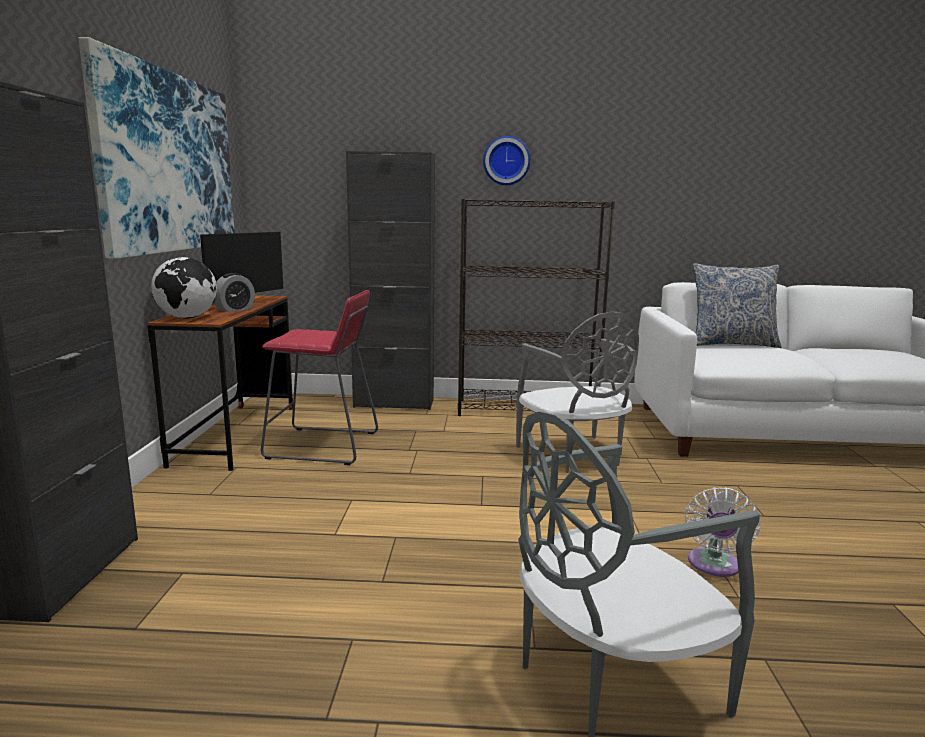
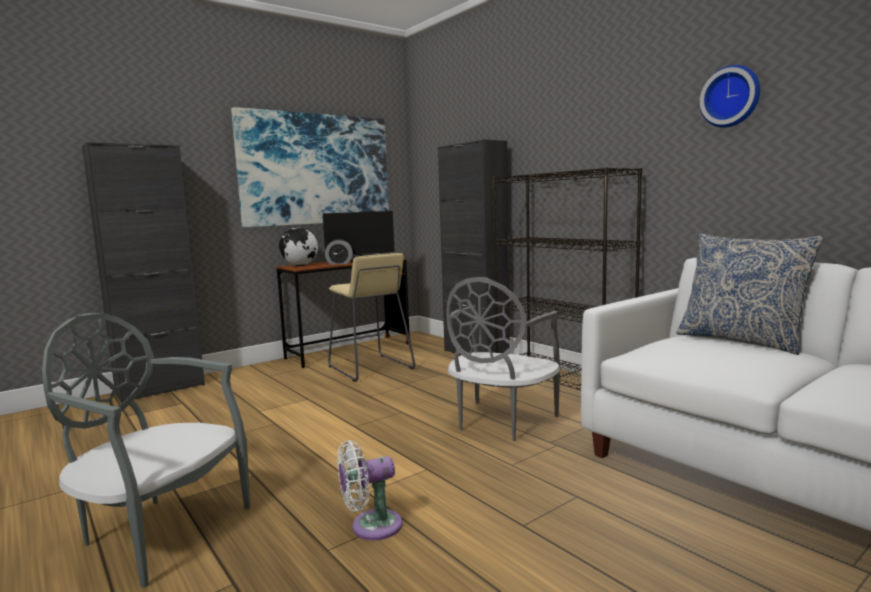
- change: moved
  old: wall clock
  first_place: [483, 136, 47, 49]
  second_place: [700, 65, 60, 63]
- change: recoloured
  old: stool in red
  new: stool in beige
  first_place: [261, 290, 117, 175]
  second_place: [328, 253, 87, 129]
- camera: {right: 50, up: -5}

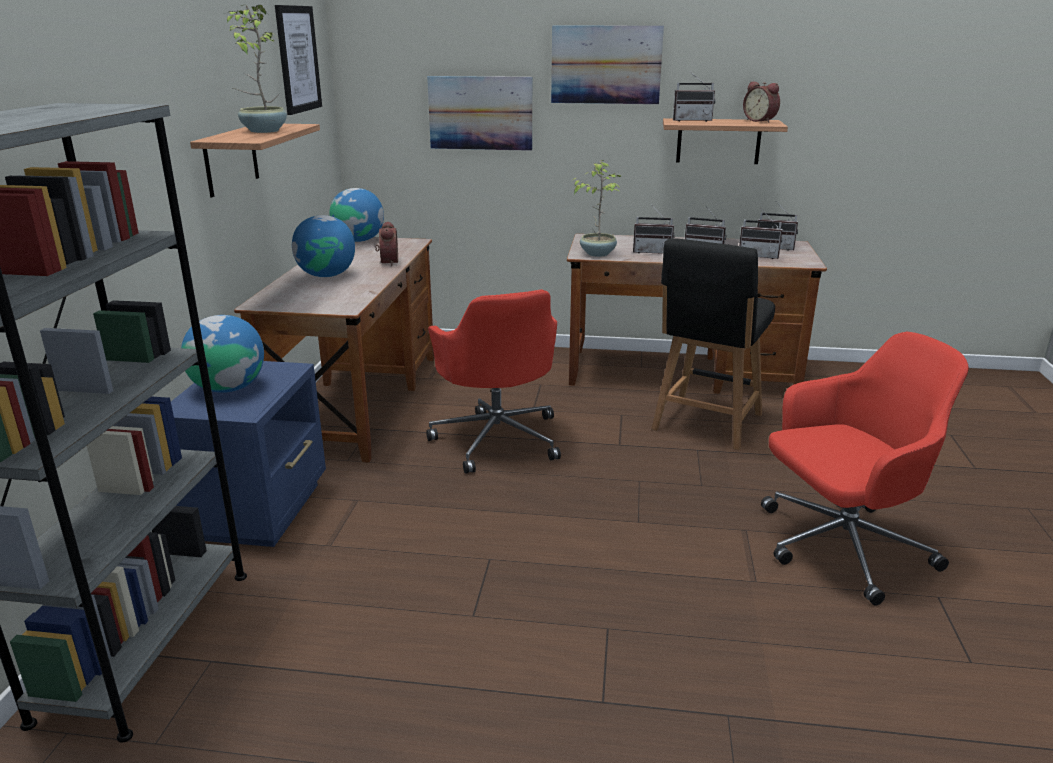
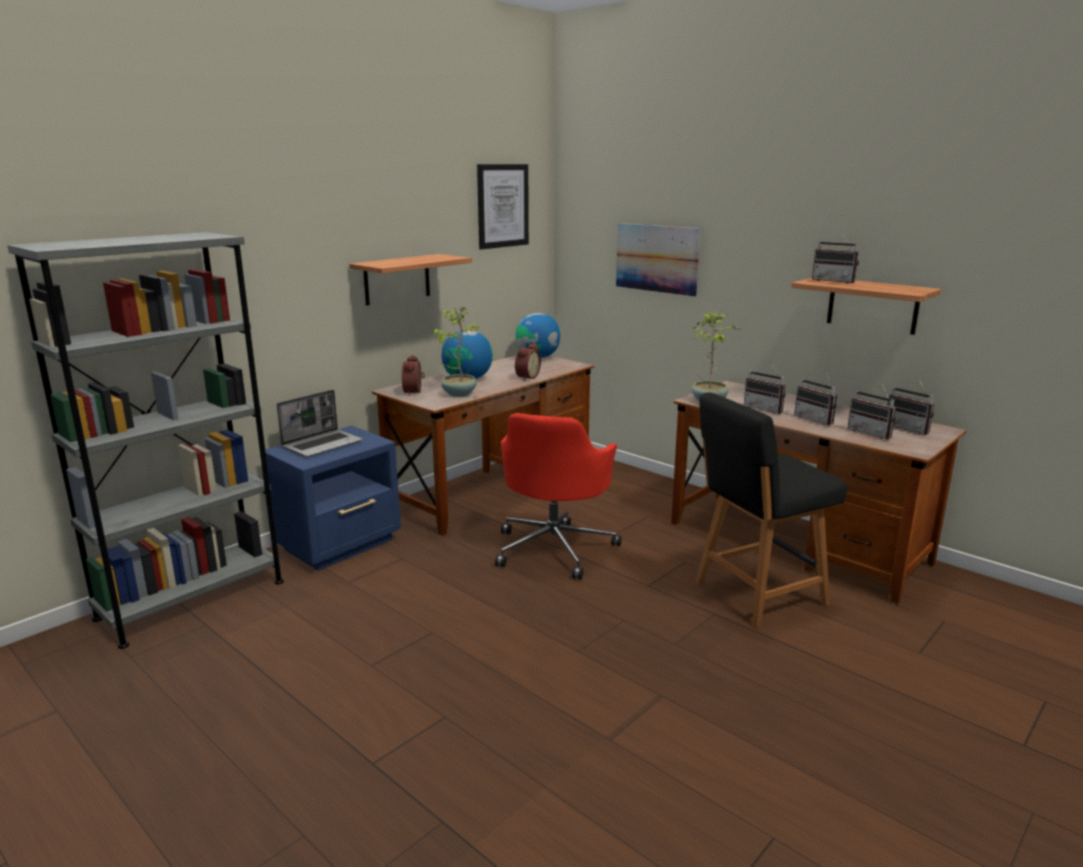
- change: moved
  old: potted plant
  first_place: [224, 5, 63, 128]
  second_place: [433, 306, 47, 91]
- change: removed
  old: picture
  first_place: [551, 26, 113, 78]
- change: moved
  old: alarm clock
  first_place: [743, 82, 37, 41]
  second_place: [402, 355, 23, 41]
- change: replaced
  old: globe
  new: laptop
  first_place: [181, 315, 83, 78]
  second_place: [277, 390, 86, 67]
- change: removed
  old: office chair in red
  first_place: [761, 332, 208, 274]
- camera: {right: 35, up: -5}

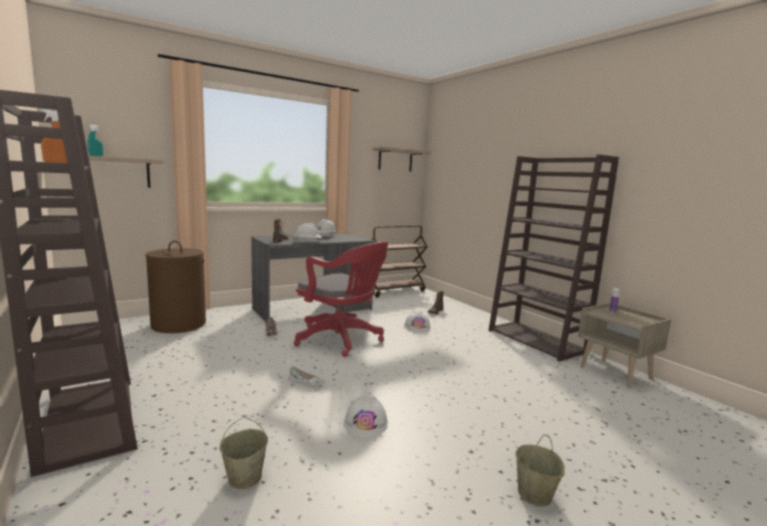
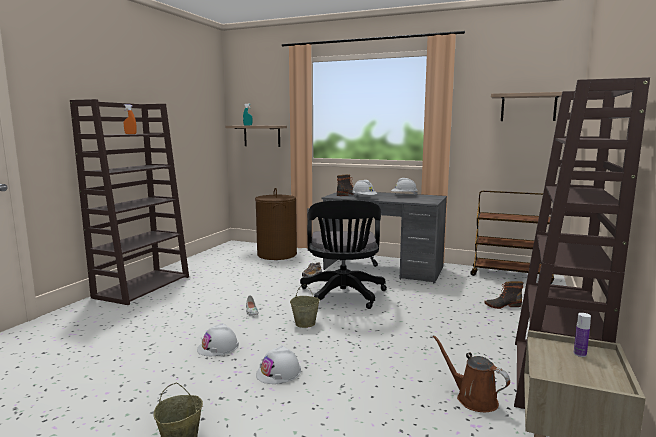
- change: recoloured
  old: office chair in red
  new: office chair in black
  first_place: [294, 242, 94, 115]
  second_place: [300, 199, 87, 110]
- change: moved
  old: hard hat in white
  first_place: [404, 311, 27, 21]
  second_place: [256, 345, 45, 39]
- change: moved
  old: bucket in beige
  first_place: [219, 417, 49, 72]
  second_place: [290, 284, 30, 44]
- change: added
  new: watering can in brown
  second_place: [432, 335, 78, 77]
- camera: {right: 55, up: 0}

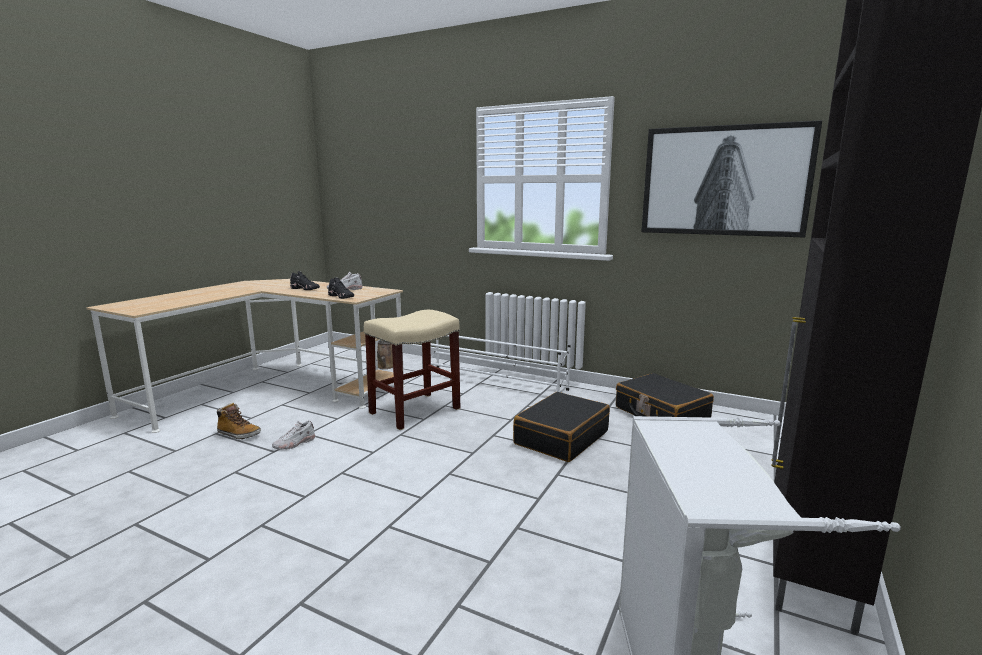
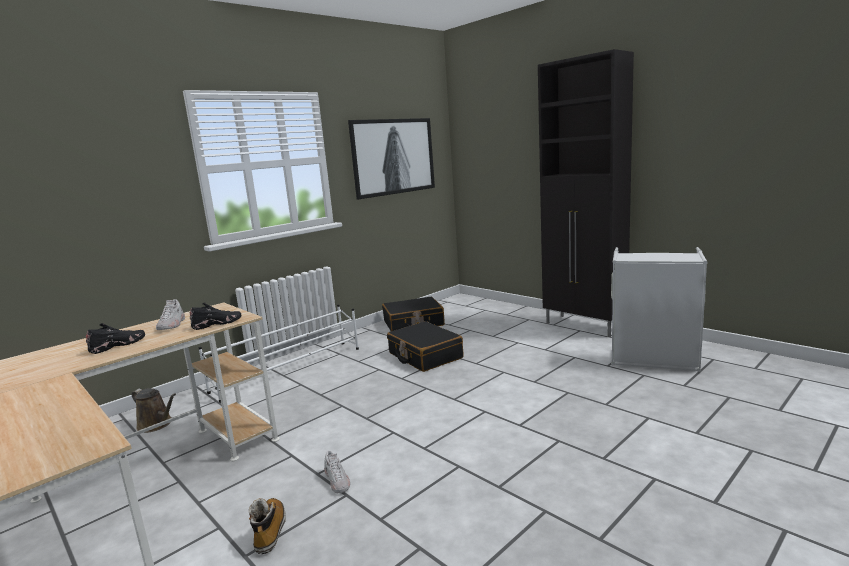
- change: removed
  old: stool in beige
  first_place: [364, 310, 97, 120]
- change: turned
  old: boot
  first_place: [217, 403, 44, 36]
  second_place: [249, 498, 37, 56]
  degrees: -45
- camera: {right: -70, up: 0}

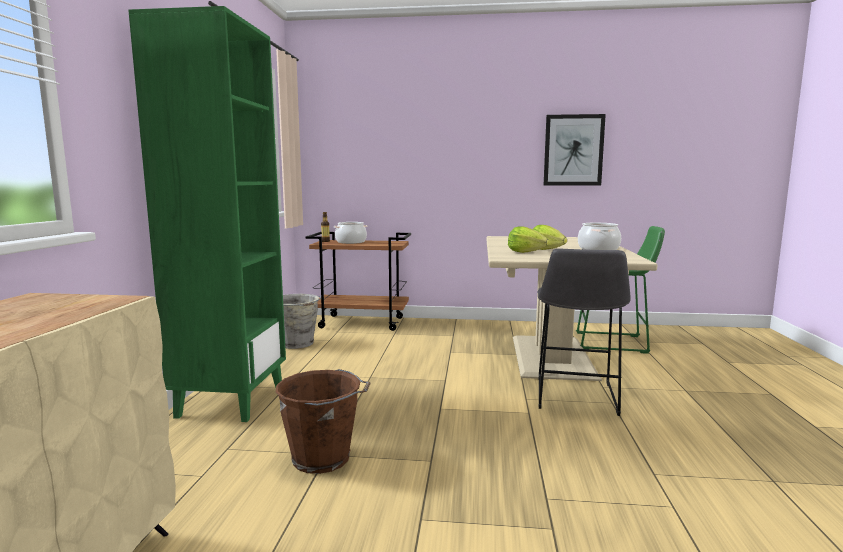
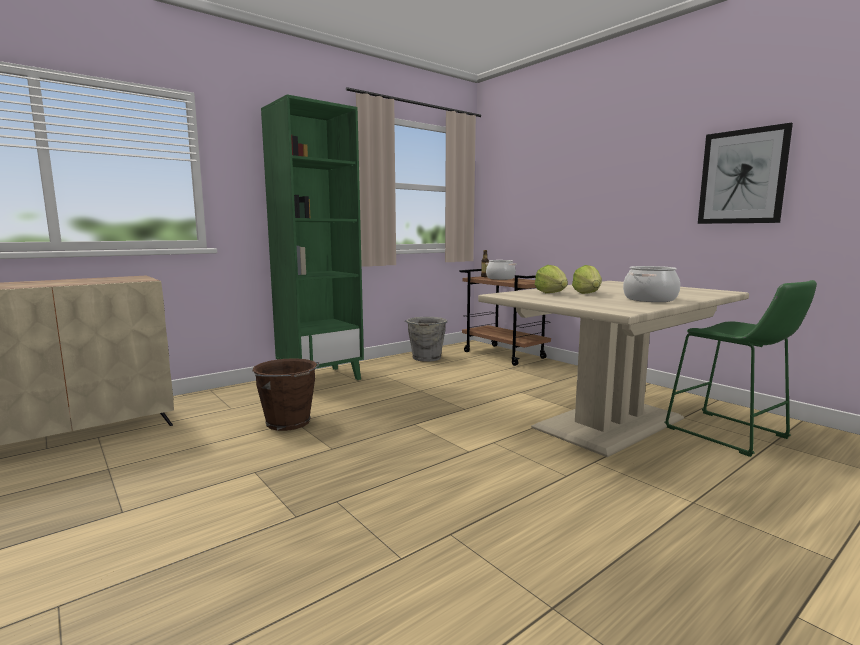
- change: removed
  old: stool in grey
  first_place: [538, 249, 93, 167]
- camera: {right: 45, up: 0}

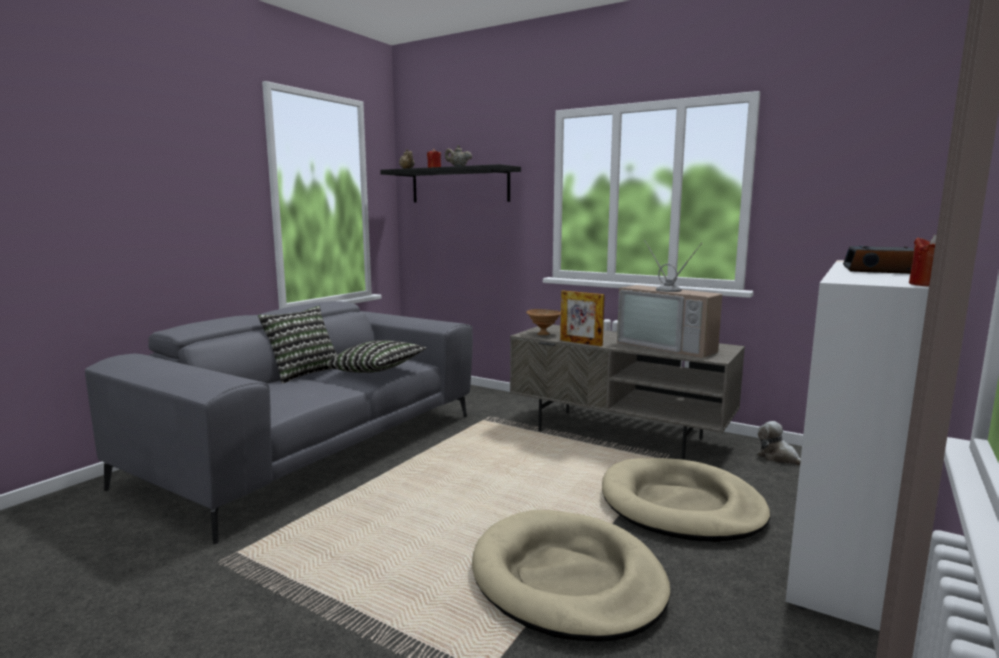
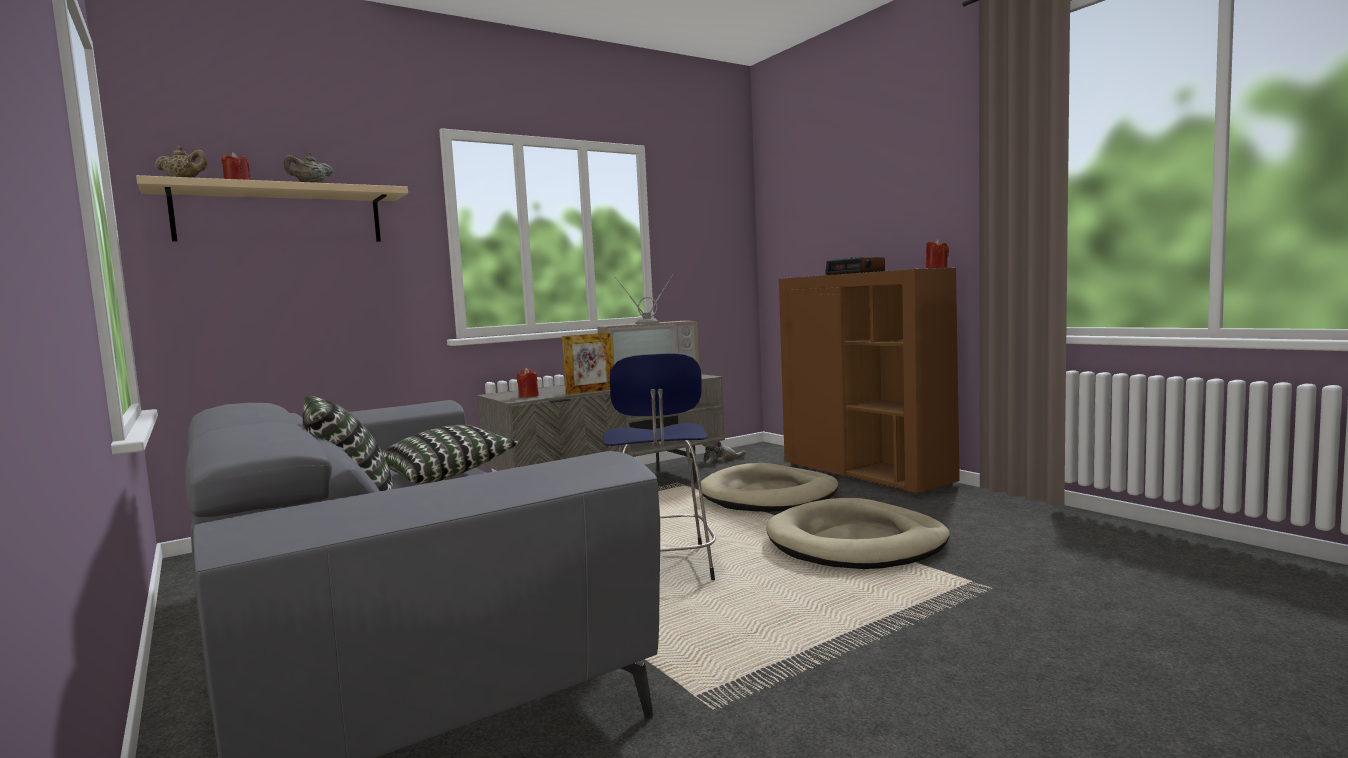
- change: recoloured
  old: shelf in black
  new: shelf in beige
  first_place: [380, 164, 141, 38]
  second_place: [136, 175, 272, 67]
- change: recoloured
  old: cabinet in white
  new: cabinet in brown
  first_place: [786, 260, 143, 371]
  second_place: [779, 268, 181, 228]
- change: replaced
  old: bowl in brown
  new: candle in red
  first_place: [526, 309, 35, 26]
  second_place: [516, 368, 23, 30]
- change: added
  new: stool in blue
  second_place: [604, 353, 112, 227]
- camera: {right: -65, up: -5}

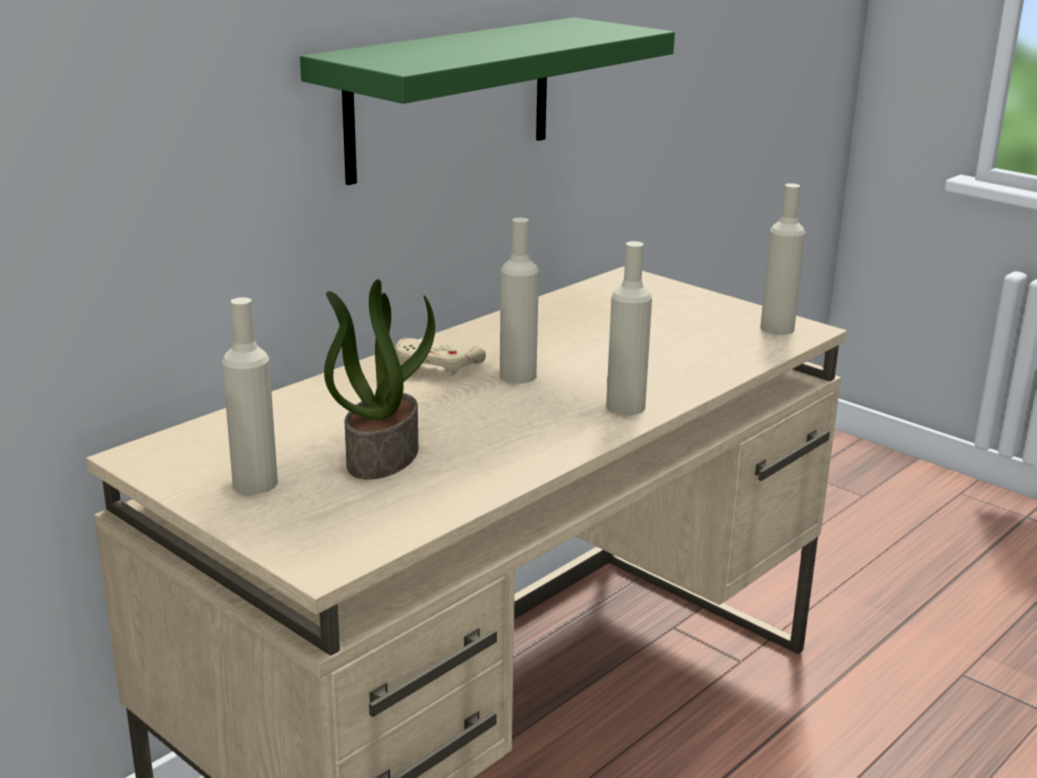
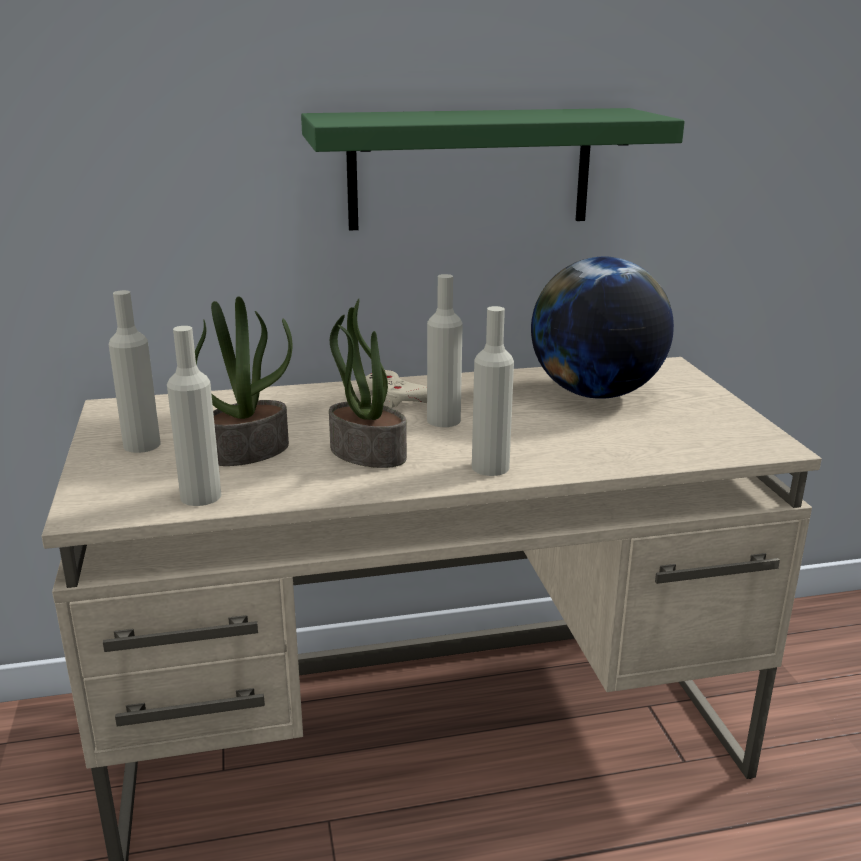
- change: moved
  old: bottle in beige
  first_place: [760, 183, 45, 152]
  second_place: [167, 326, 54, 180]
- change: added
  new: globe
  second_place: [531, 256, 143, 143]
- change: added
  new: potted plant
  second_place: [329, 299, 78, 169]
- camera: {right: 35, up: 0}

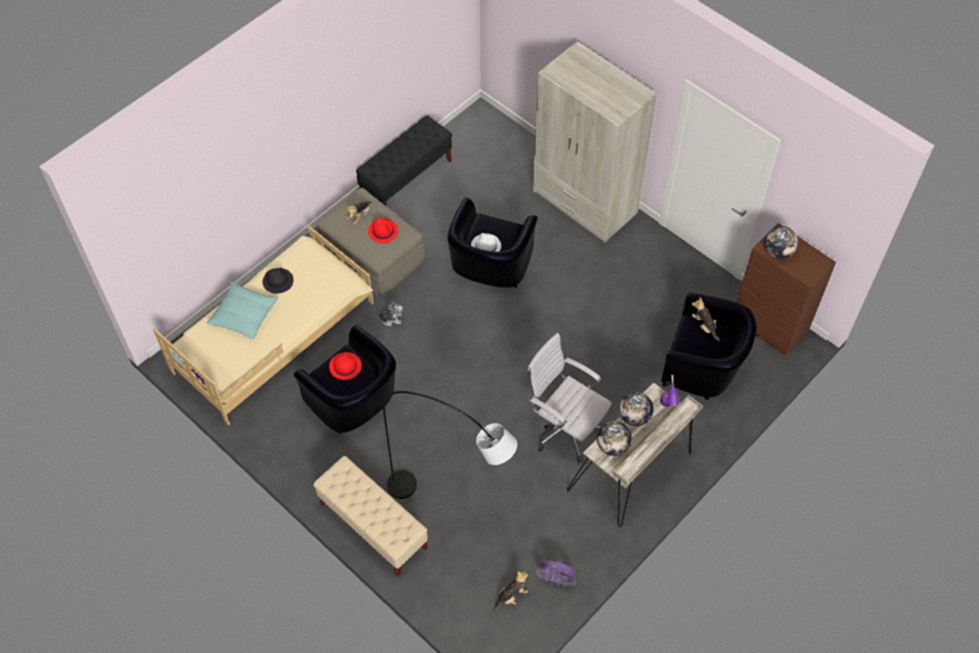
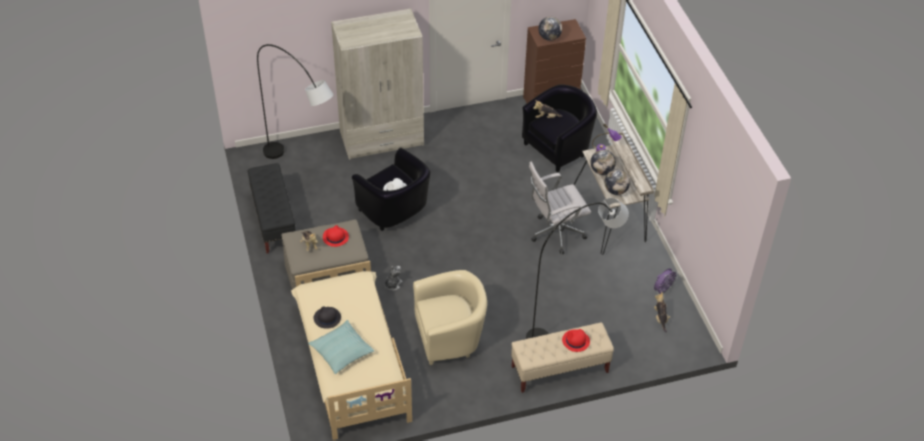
- change: recoloured
  old: armchair in black
  new: armchair in beige
  first_place: [294, 325, 102, 109]
  second_place: [413, 270, 74, 95]
- change: moved
  old: hat in red
  first_place: [329, 352, 33, 28]
  second_place: [562, 329, 28, 23]
- change: added
  new: floor lamp in grey
  second_place: [257, 44, 77, 115]
- camera: {right: -60, up: -10}

